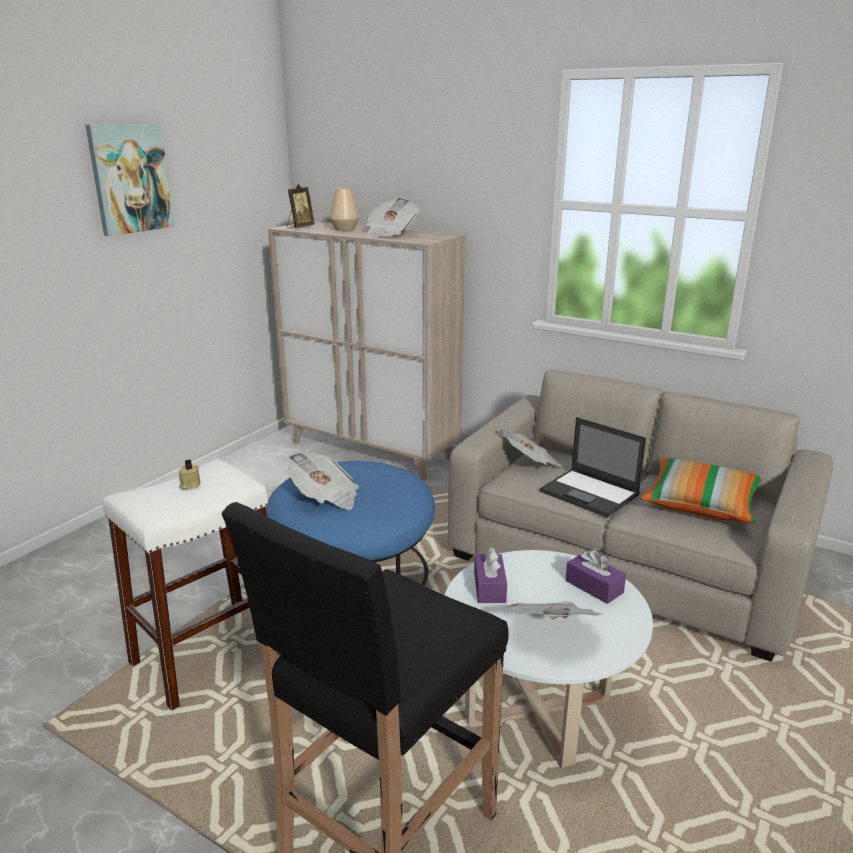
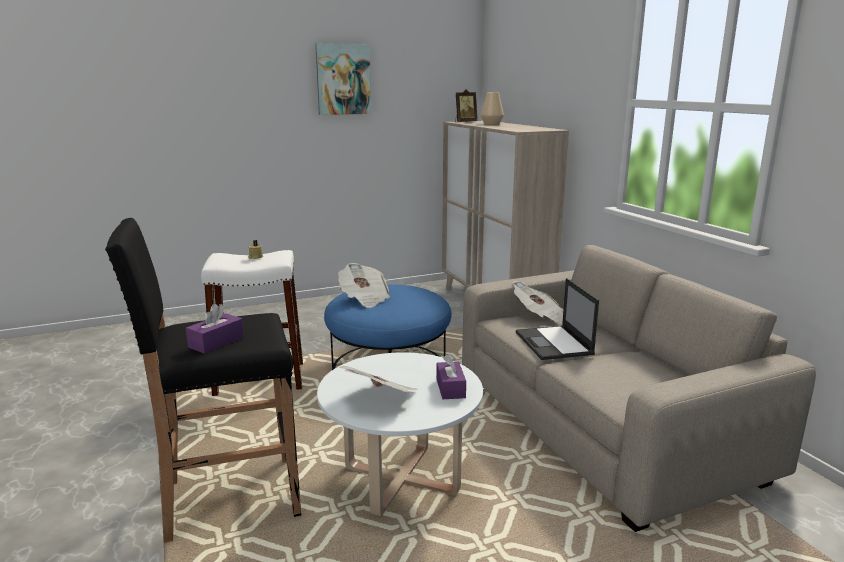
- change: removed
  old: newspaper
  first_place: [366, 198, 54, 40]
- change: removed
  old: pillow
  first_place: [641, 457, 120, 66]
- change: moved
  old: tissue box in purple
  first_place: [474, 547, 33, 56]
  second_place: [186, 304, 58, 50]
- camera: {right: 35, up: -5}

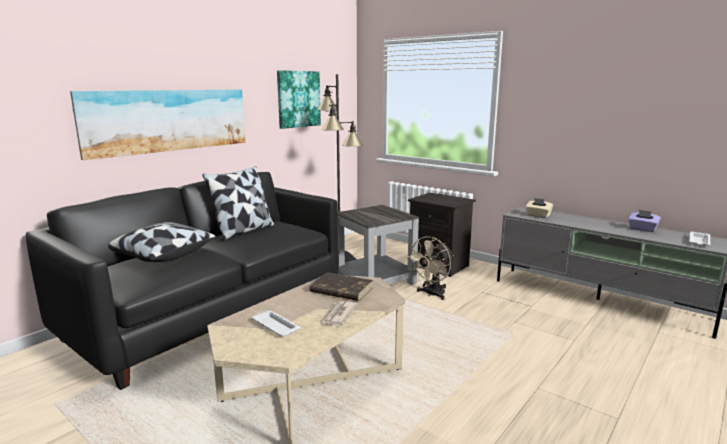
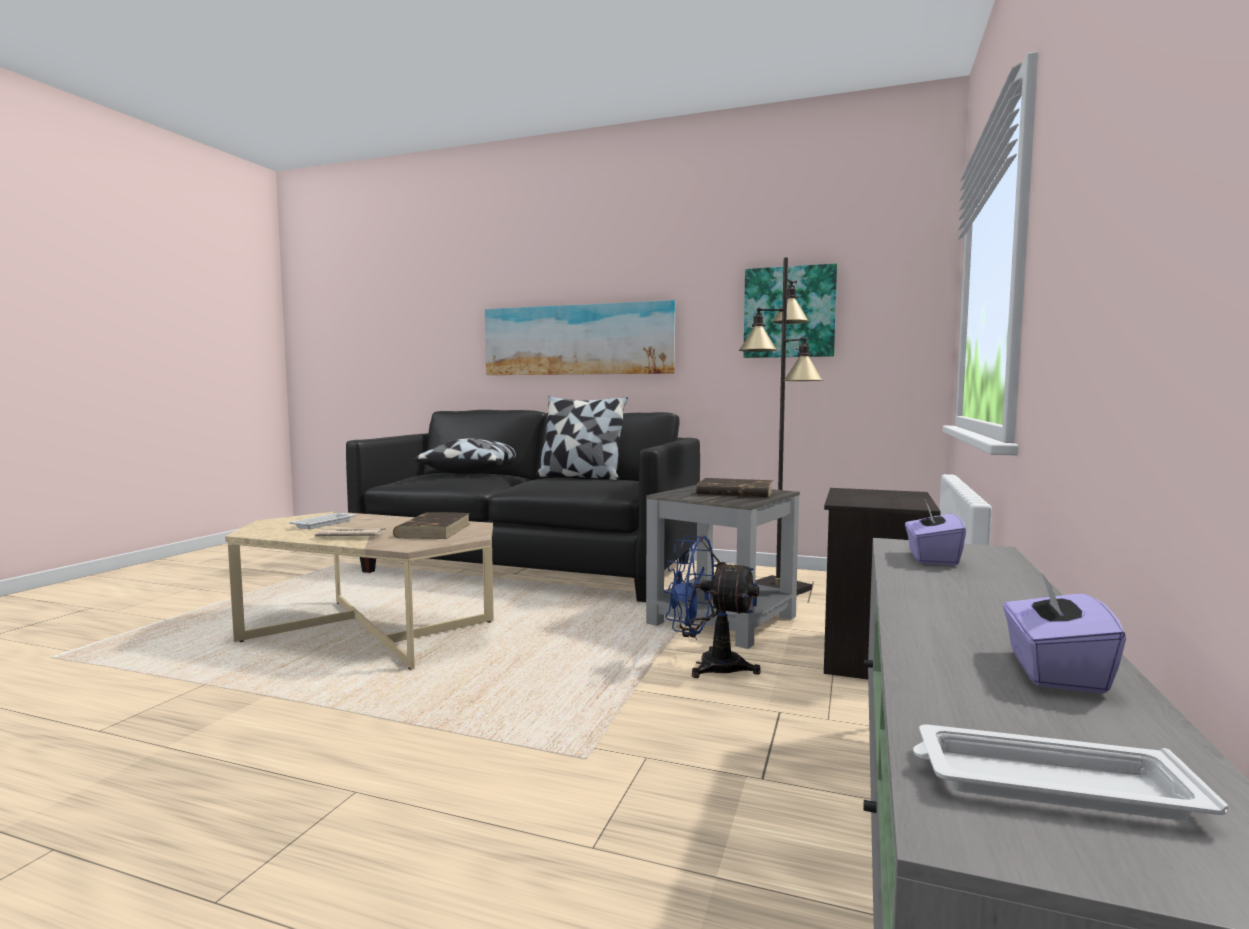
- change: recoloured
  old: tissue box in beige
  new: tissue box in purple
  first_place: [525, 198, 28, 20]
  second_place: [905, 500, 61, 66]
- change: recoloured
  old: fan in beige
  new: fan in blue
  first_place: [406, 236, 47, 64]
  second_place: [663, 536, 98, 142]
- change: added
  new: book in brown
  second_place: [696, 478, 77, 19]
- camera: {right: 70, up: -10}

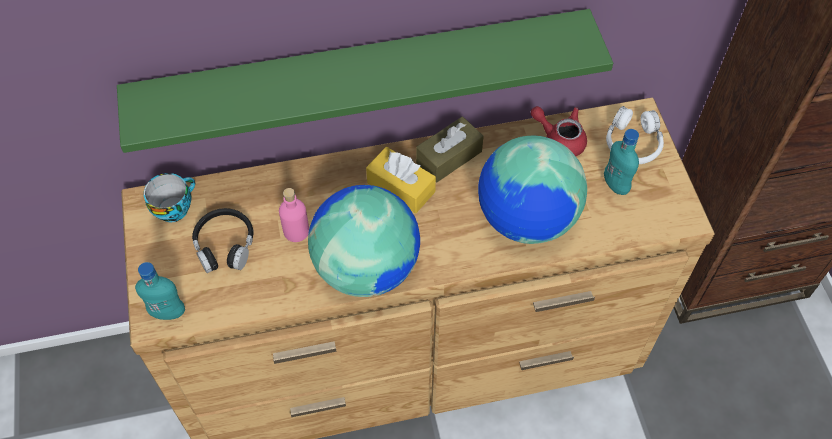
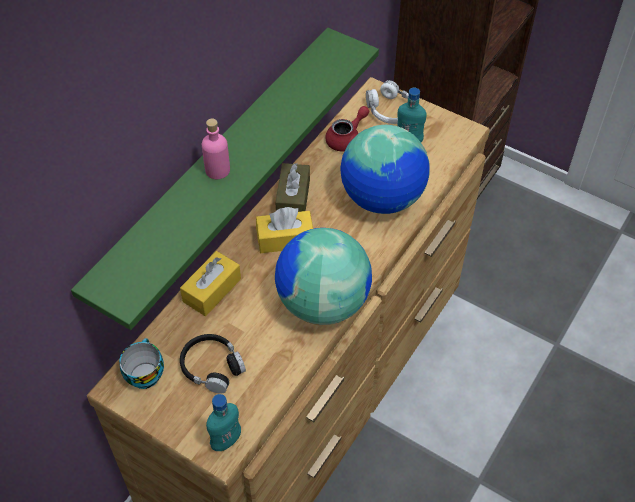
- change: turned
  old: teapot in red
  first_place: [531, 106, 56, 50]
  second_place: [325, 106, 44, 46]
  degrees: 150
- change: moved
  old: bottle in pink
  first_place: [279, 188, 30, 54]
  second_place: [202, 119, 28, 60]
- change: added
  new: tissue box in yellow
  second_place: [180, 251, 61, 65]
- camera: {right: -45, up: -5}

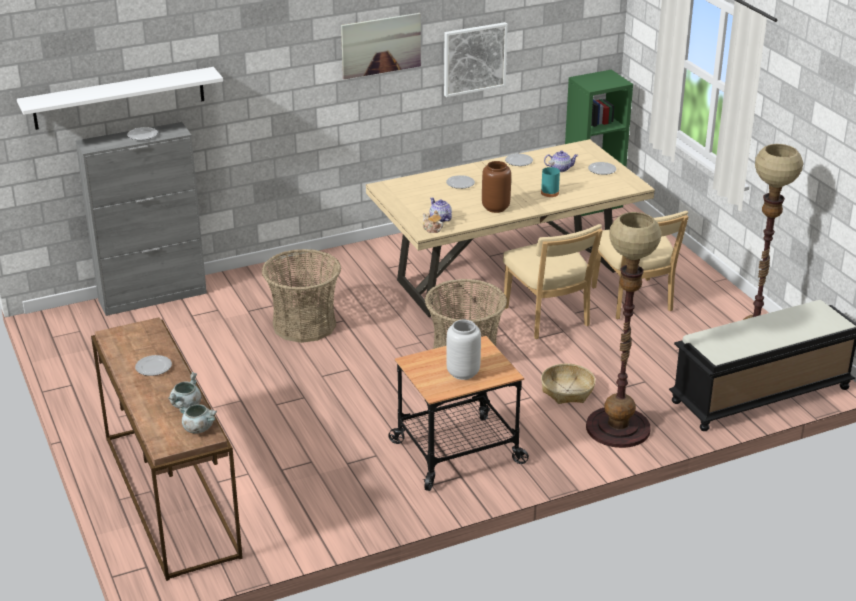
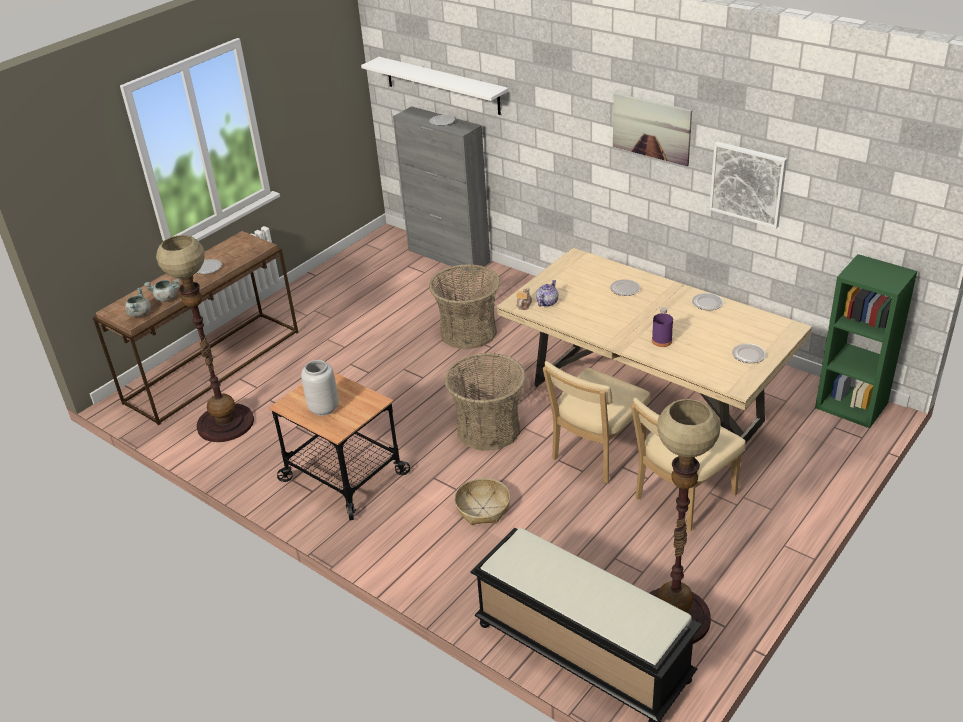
- change: removed
  old: teapot
  first_place: [544, 151, 35, 21]
- change: recoloured
  old: bottle in turquoise
  new: bottle in purple
  first_place: [541, 160, 19, 37]
  second_place: [652, 307, 21, 40]
- change: removed
  old: vase in brown
  first_place: [482, 161, 29, 52]
- change: moved
  old: floor lamp
  first_place: [586, 212, 75, 236]
  second_place: [156, 235, 98, 207]
- camera: {right: 65, up: 5}

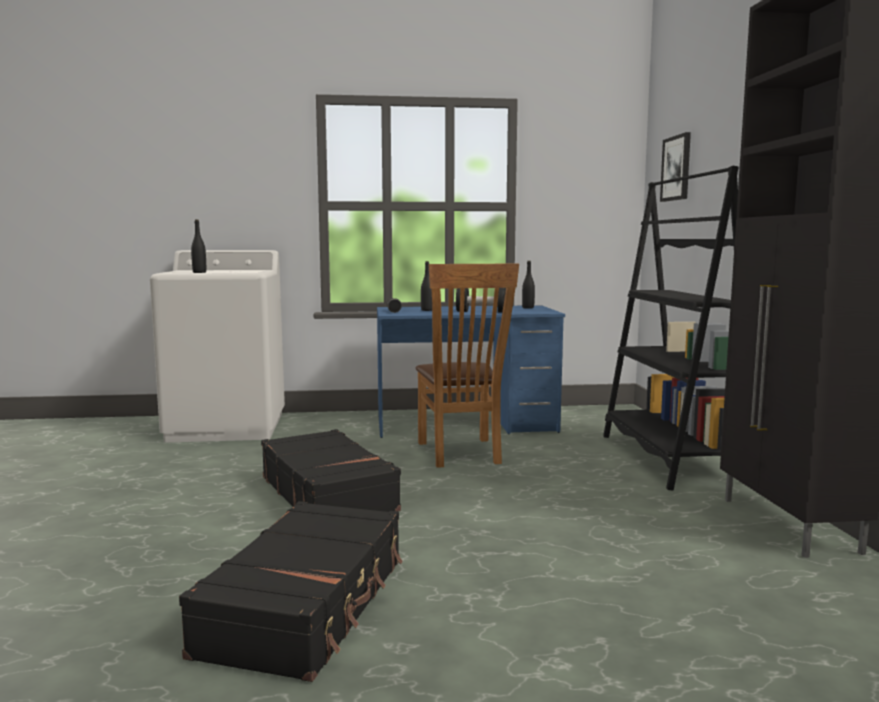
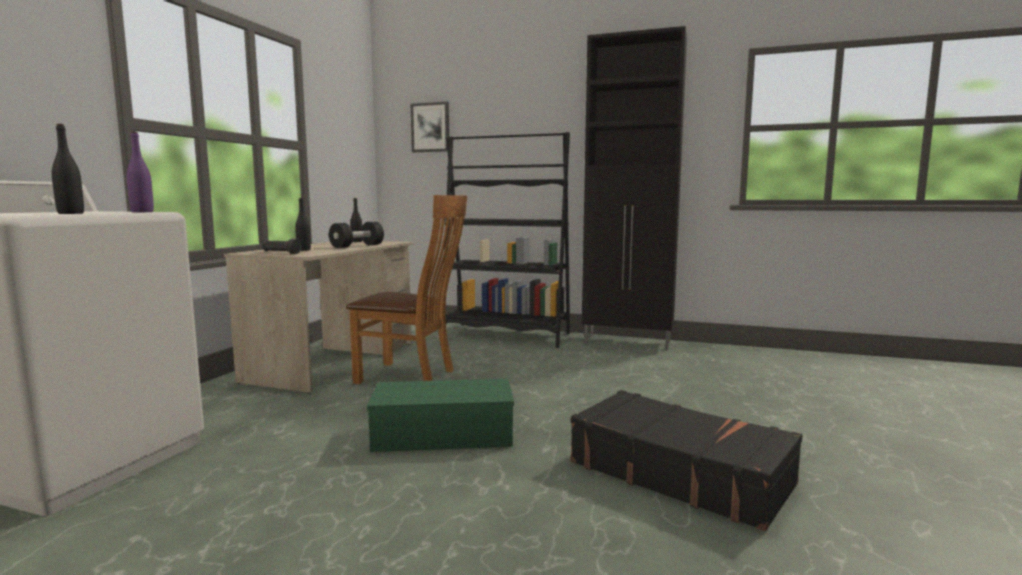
- change: recoloured
  old: desk in blue
  new: desk in beige
  first_place: [377, 305, 188, 133]
  second_place: [224, 241, 189, 152]
- change: replaced
  old: suitcase in black
  new: storage box in green
  first_place: [261, 429, 140, 83]
  second_place: [367, 379, 147, 73]
- change: added
  new: bottle in purple
  second_place: [127, 131, 27, 81]
- camera: {right: -65, up: 0}

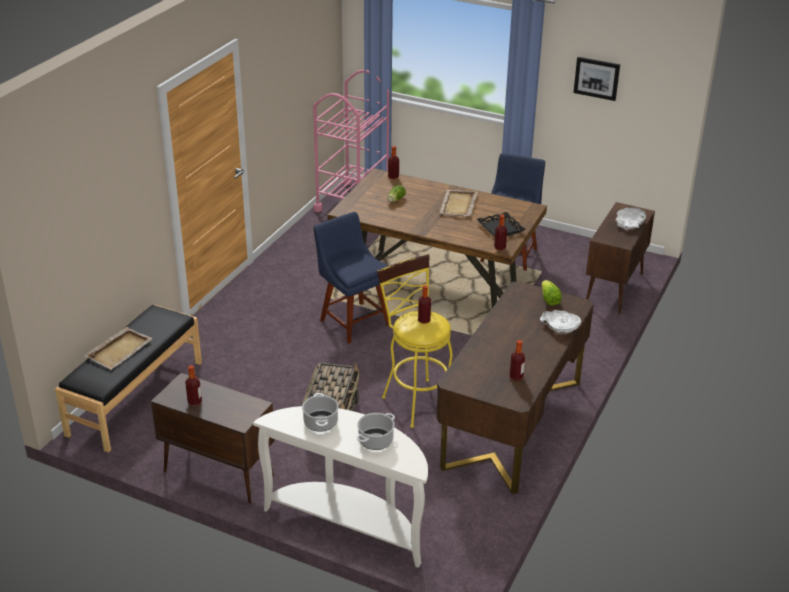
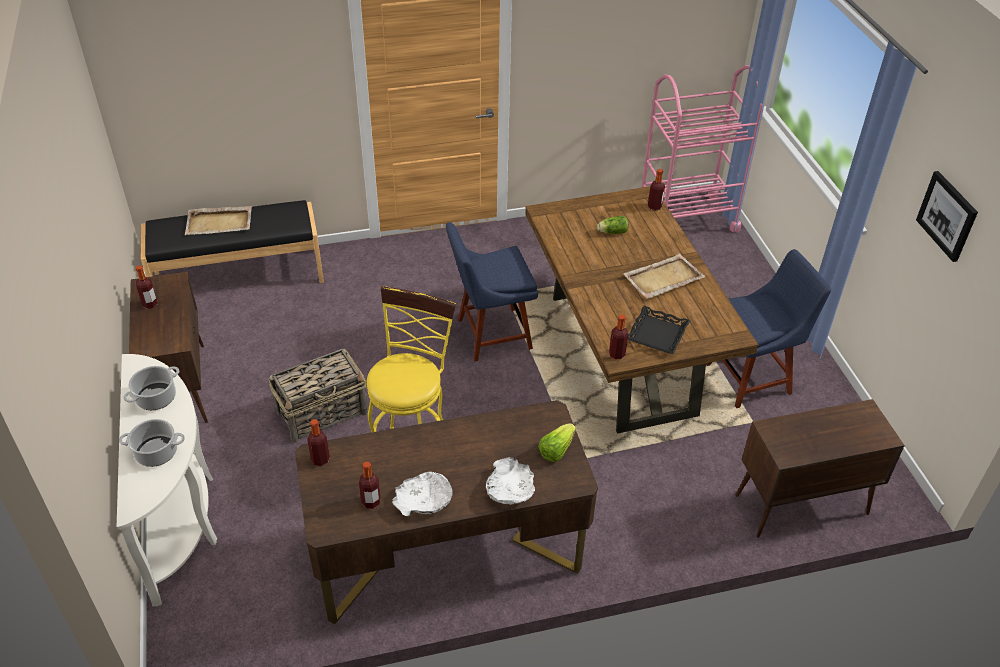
- change: moved
  old: bowl in white
  first_place: [615, 207, 31, 23]
  second_place: [392, 471, 61, 45]
- change: turned
  old: chair in blue
  first_place: [314, 212, 75, 132]
  second_place: [446, 222, 92, 140]
  degrees: -120
- change: moved
  old: bottle
  first_place: [418, 285, 13, 39]
  second_place: [307, 419, 23, 47]
- camera: {right: 50, up: 10}

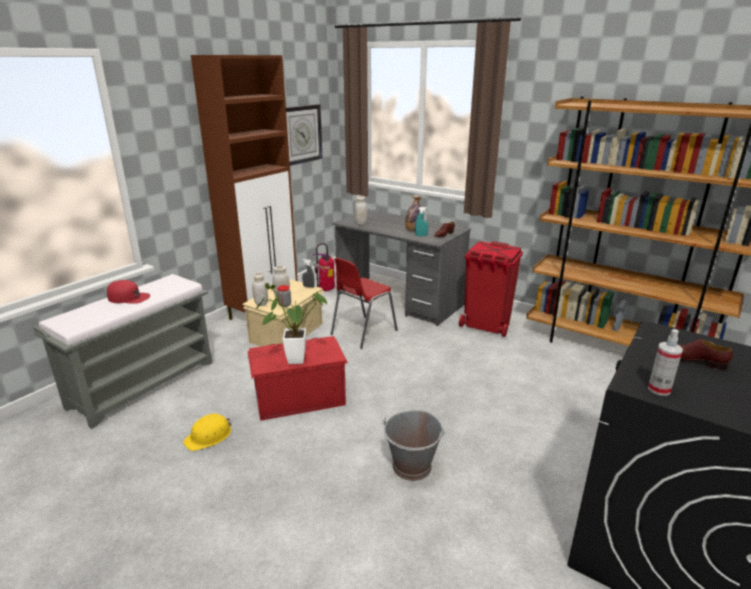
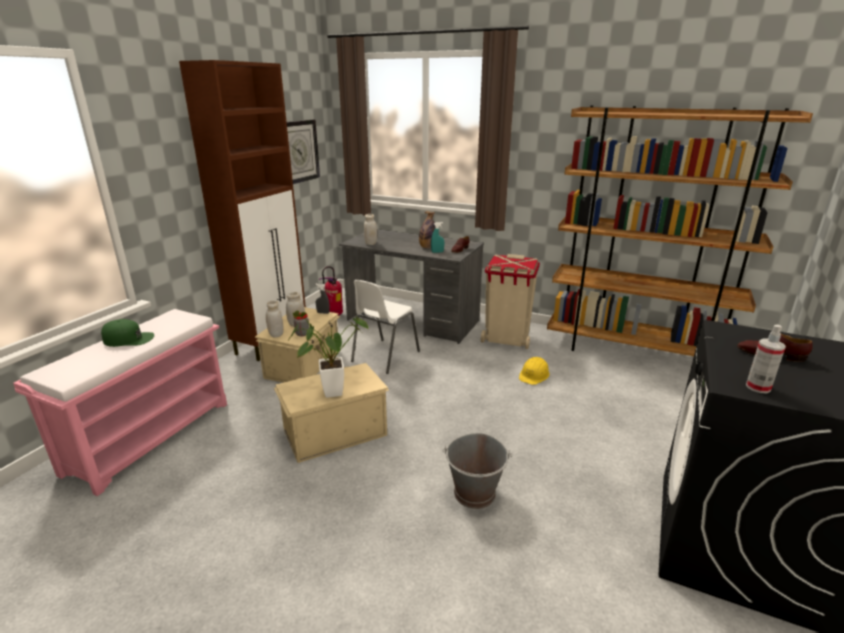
- change: recoloured
  old: trash can in red
  new: trash can in beige
  first_place: [459, 241, 64, 96]
  second_place: [481, 254, 59, 95]
- change: recoloured
  old: chair in red
  new: chair in white
  first_place: [331, 258, 67, 91]
  second_place: [351, 280, 69, 94]
- change: recoloured
  old: bench in grey
  new: bench in pink
  first_place: [33, 274, 180, 155]
  second_place: [13, 309, 214, 187]
- change: recoloured
  old: cap in red
  new: cap in green
  first_place: [107, 280, 43, 24]
  second_place: [101, 319, 53, 28]
- change: recoloured
  old: storage box in red
  new: storage box in beige
  first_place: [247, 336, 101, 85]
  second_place: [274, 363, 115, 100]
- change: moved
  old: hard hat in yellow
  first_place: [183, 414, 48, 37]
  second_place: [519, 357, 31, 28]
- camera: {right: -10, up: 0}

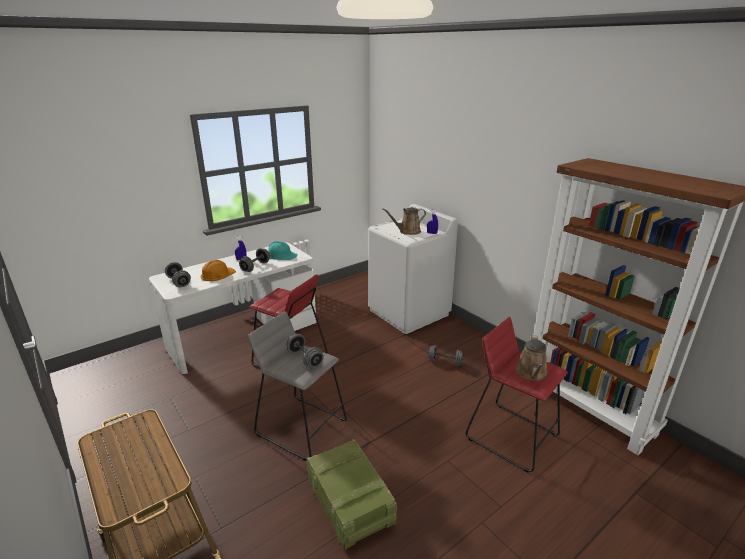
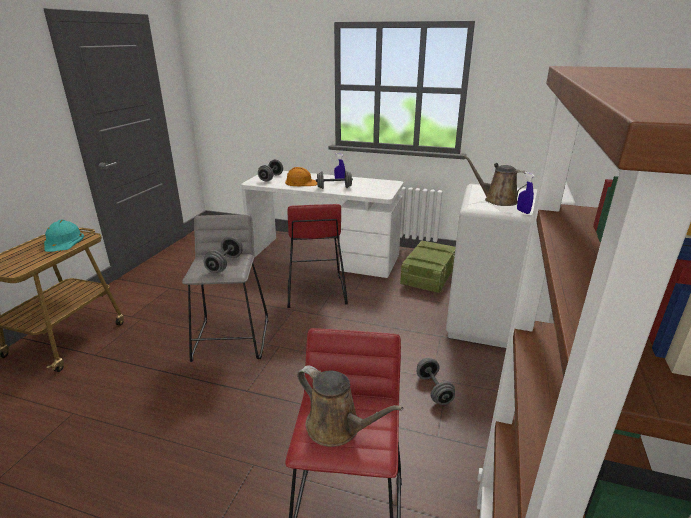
- change: moved
  old: hard hat in turquoise
  first_place: [268, 241, 30, 19]
  second_place: [44, 220, 40, 32]
- change: turned
  old: watering can in brown
  first_place: [516, 335, 32, 46]
  second_place: [297, 365, 106, 82]
  degrees: -120
- change: moved
  old: crate
  first_place: [307, 439, 90, 111]
  second_place: [400, 241, 56, 52]
- camera: {right: 55, up: 0}

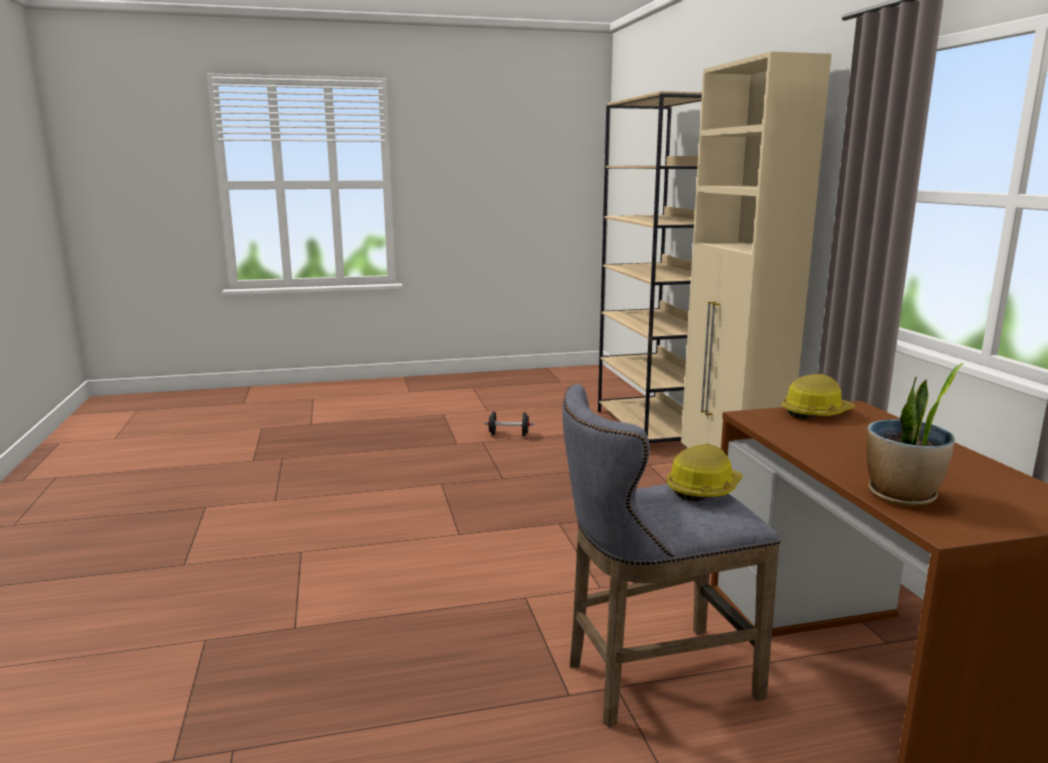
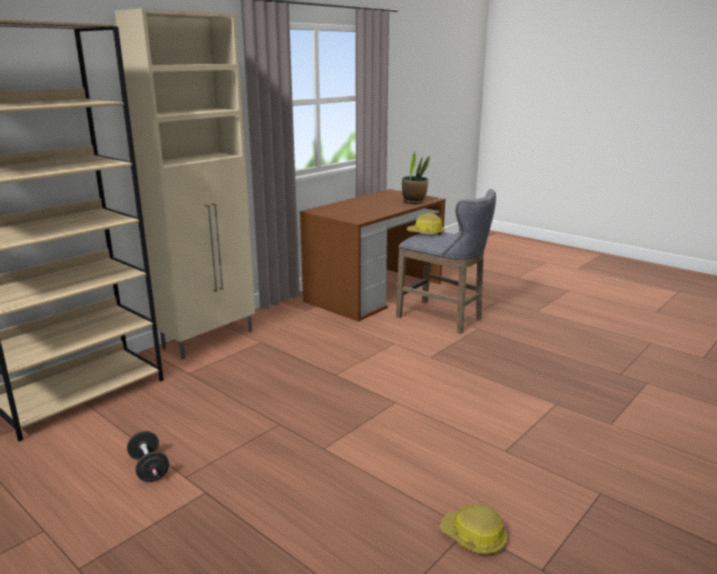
- change: moved
  old: hard hat
  first_place: [782, 374, 73, 45]
  second_place: [439, 504, 69, 50]
- camera: {right: -125, up: 5}

